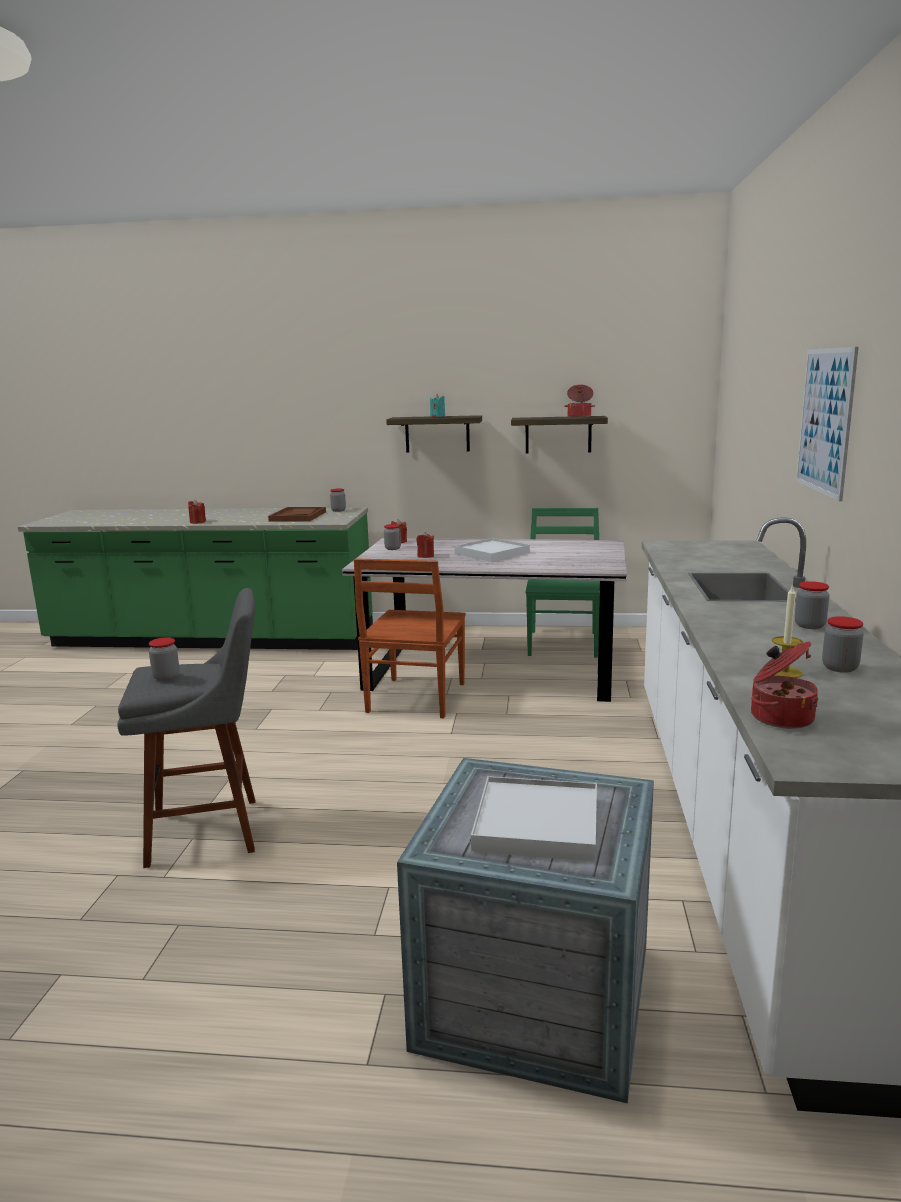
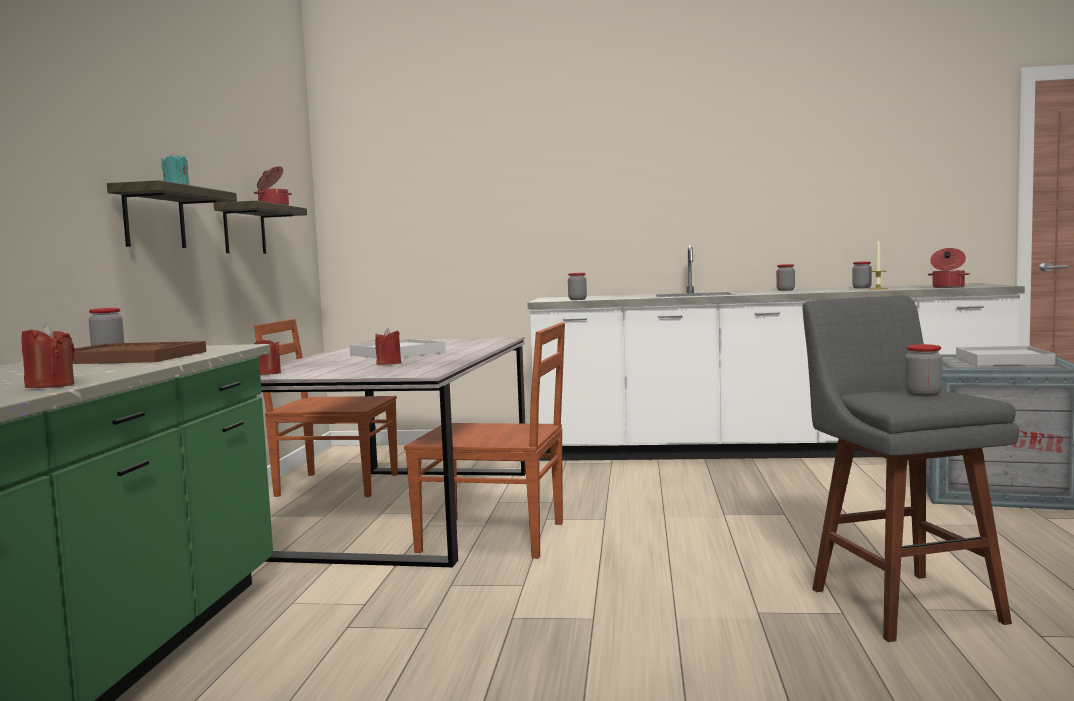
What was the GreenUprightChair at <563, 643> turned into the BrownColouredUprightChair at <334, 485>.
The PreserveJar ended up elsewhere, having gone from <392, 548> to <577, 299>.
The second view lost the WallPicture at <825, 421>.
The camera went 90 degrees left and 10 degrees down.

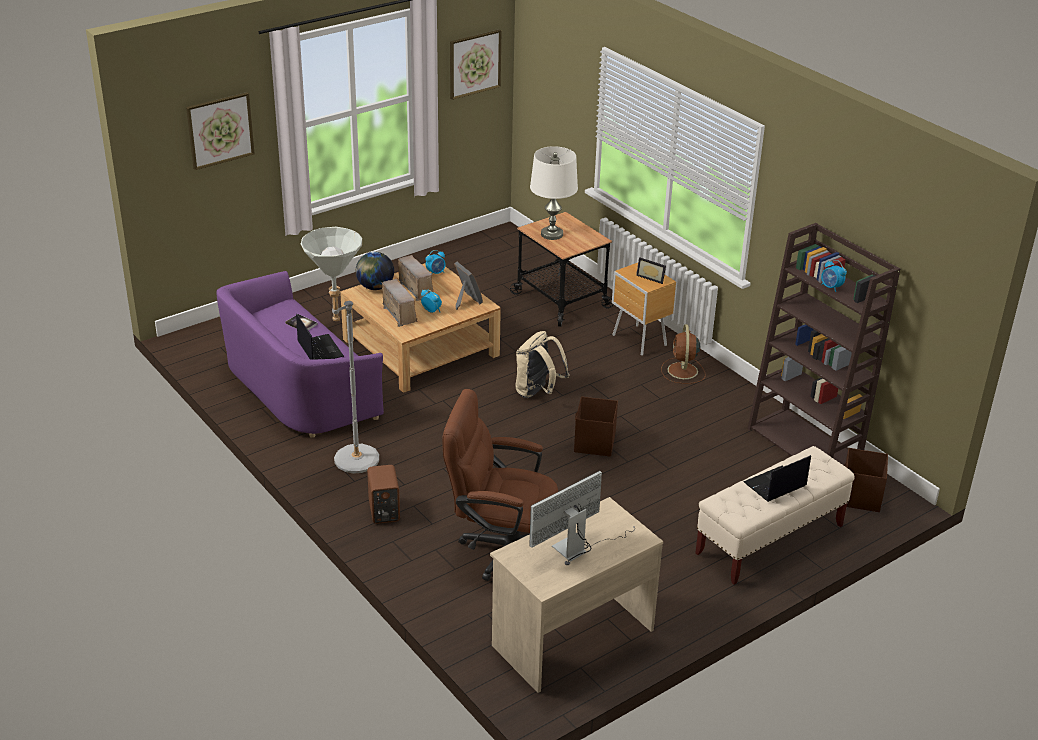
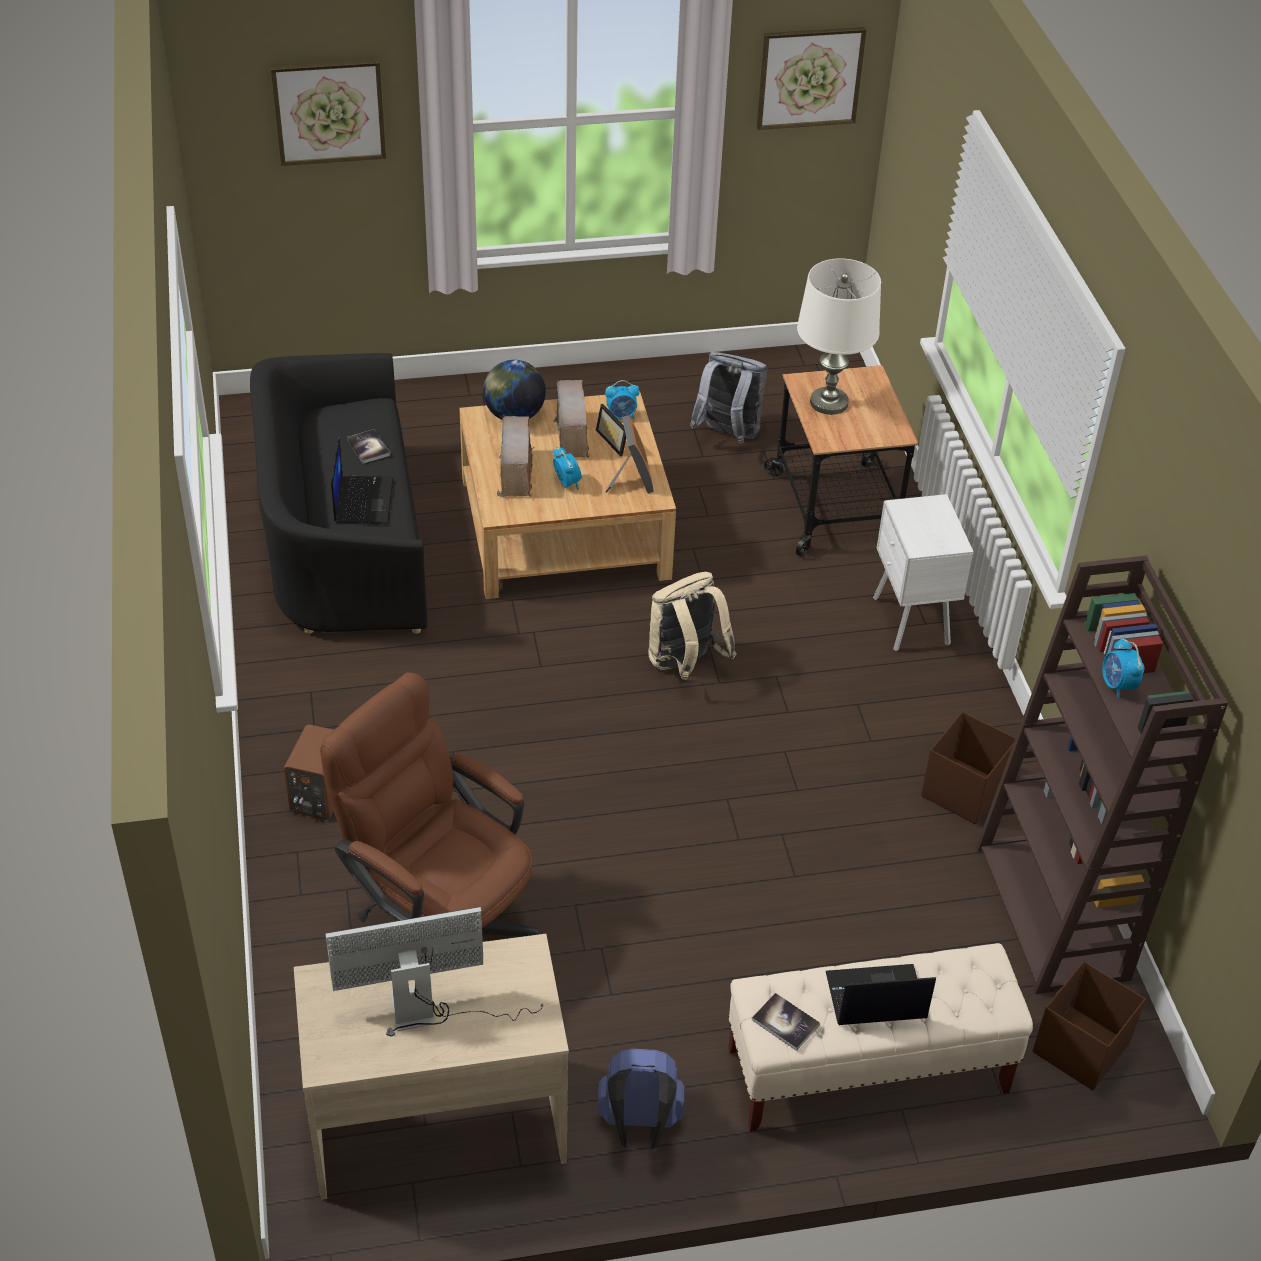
What was the PurpleSofa at <297, 388> turned into the BlackColouredSofa at <343, 542>.
The StandingFrame ended up elsewhere, having gone from <651, 277> to <615, 440>.
The second view gained the BlueKnapsack at <639, 1127>.
The second view gained the GrayKnapsack at <727, 435>.
The second view gained the Volume at <785, 1022>.
What was the BrownColouredNightTable at <639, 341> turned into the WhiteNightTable at <910, 623>.
The BrownColouredStorageBin ended up elsewhere, having gone from <594, 443> to <962, 791>.
The second view lost the GrayFloorLamp at <348, 463>.
The second view lost the BrownColouredElectricFan at <682, 371>.
The camera went 25 degrees right and 10 degrees up.

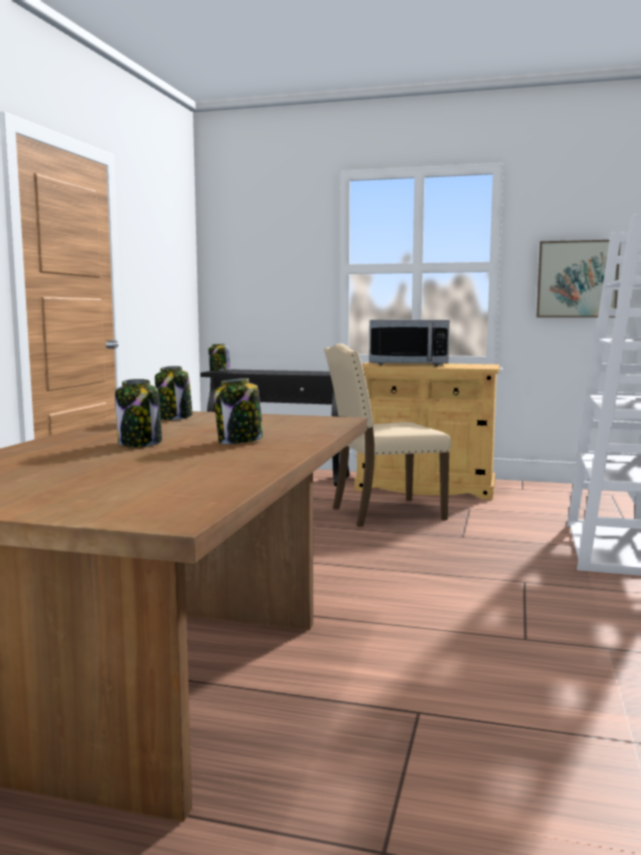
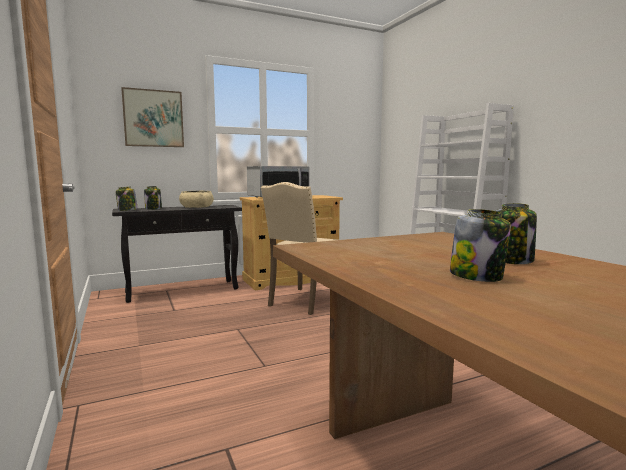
The WallPicture ended up elsewhere, having gone from <577, 279> to <153, 118>.
The PreserveJar ended up elsewhere, having gone from <175, 417> to <153, 209>.
The second view gained the BeigeServingBowl at <197, 207>.
The camera went 40 degrees left and 0 degrees up.

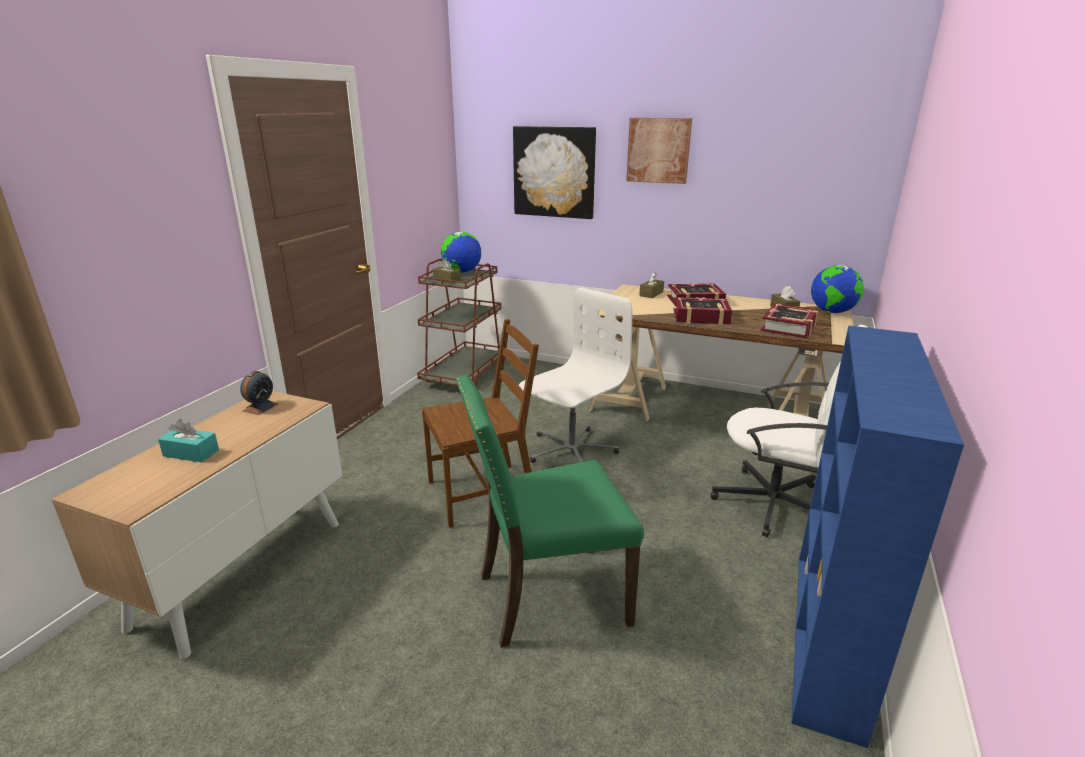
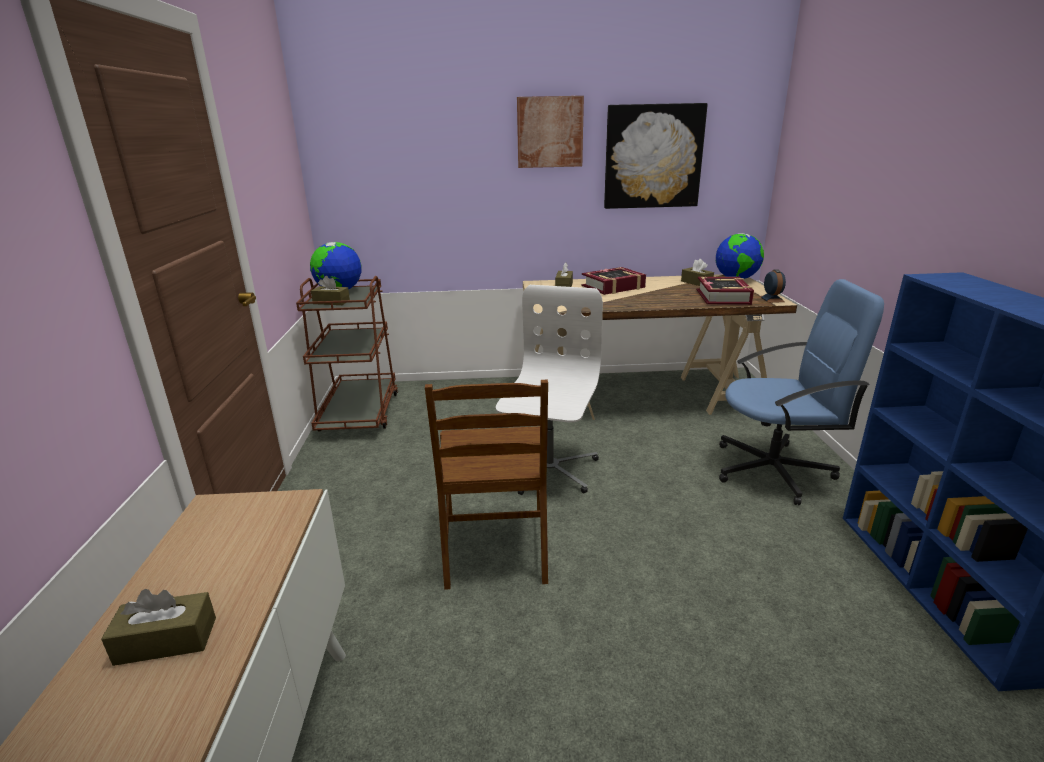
What was the TurquoiseBoxOfTissues at <191, 453> turned into the BrownColouredBoxOfTissues at <166, 641>.
The BrownColouredUprightChair at <482, 492> ended up facing another way, 135 degrees clockwise from before.
The WallPicture ended up elsewhere, having gone from <554, 172> to <653, 157>.
What was the WhiteDeskChair at <774, 504> turned into the BlueDeskChair at <774, 470>.
The TableClock ended up elsewhere, having gone from <260, 407> to <771, 299>.
The second view lost the GreenUprightChair at <548, 597>.
The second view lost the Volume at <701, 317>.
The camera went 25 degrees left and 0 degrees up.

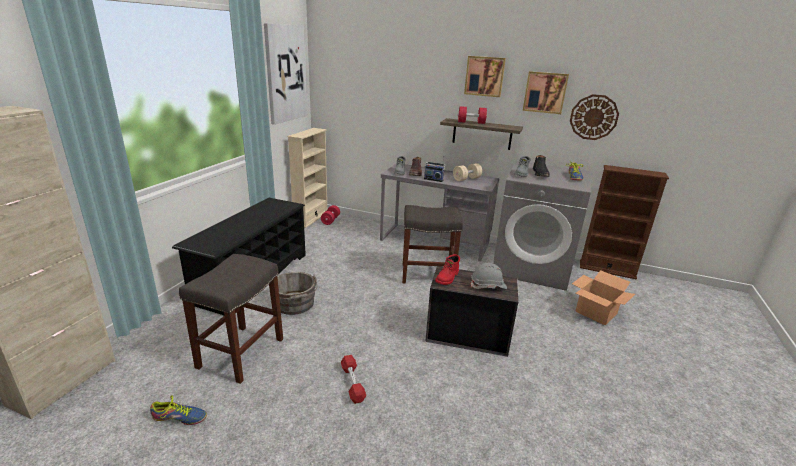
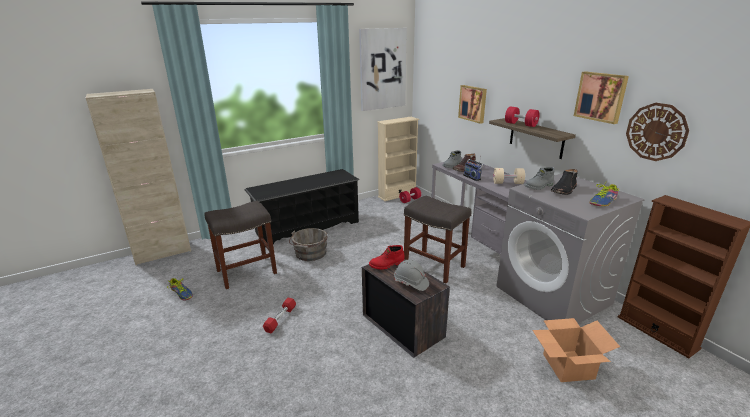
The WallPicture ended up elsewhere, having gone from <484, 76> to <473, 103>.
The camera went 40 degrees right and 0 degrees up.

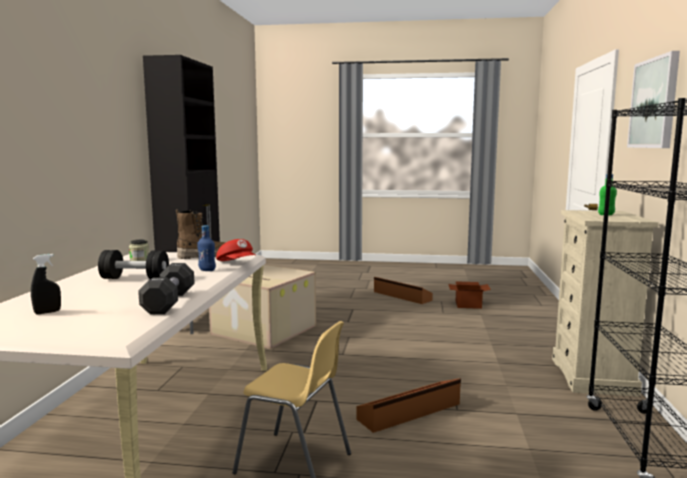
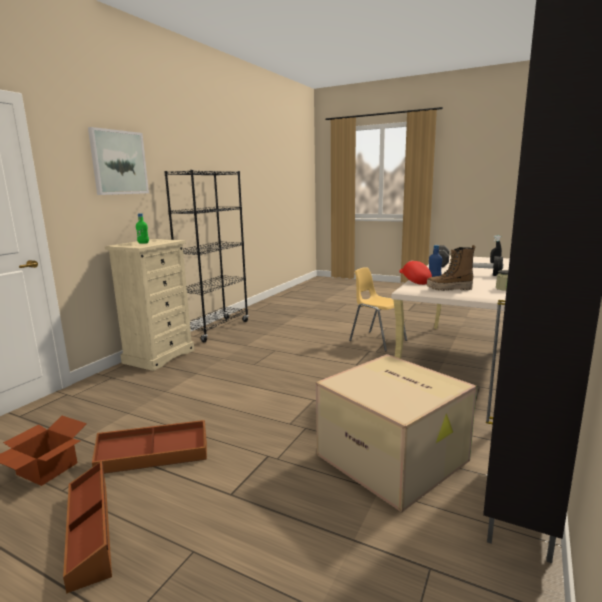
The BrownColouredStorageBin ended up elsewhere, having gone from <410, 412> to <153, 457>.
The camera went 160 degrees left and 5 degrees up.

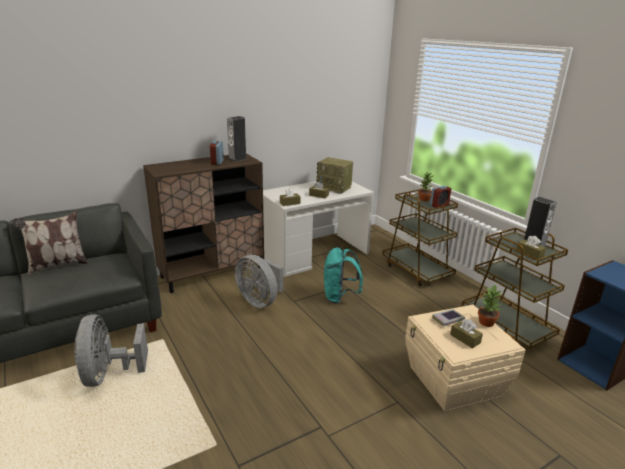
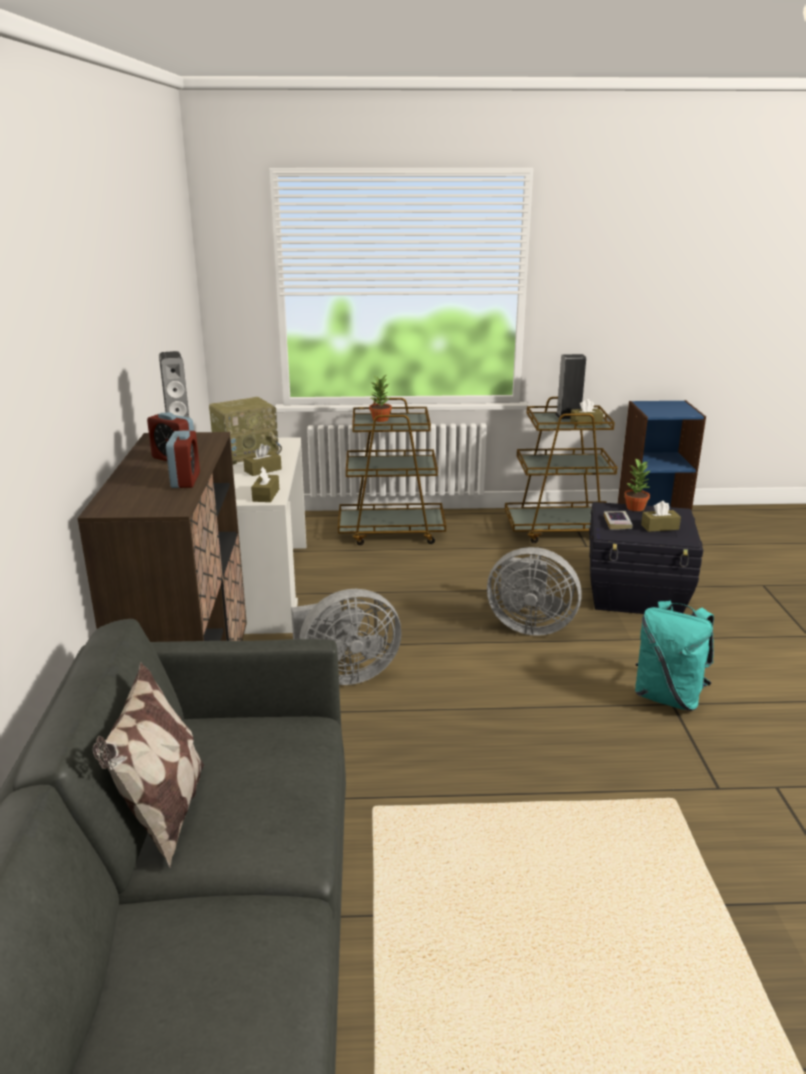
The TableClock ended up elsewhere, having gone from <439, 205> to <185, 480>.
The GrayElectricFan ended up elsewhere, having gone from <109, 374> to <529, 626>.
What was the BeigeStorageBin at <454, 382> turned into the BlackColouredStorageBin at <636, 594>.
The TurquoiseKnapsack ended up elsewhere, having gone from <340, 297> to <668, 697>.
The camera went 60 degrees left and 0 degrees up.

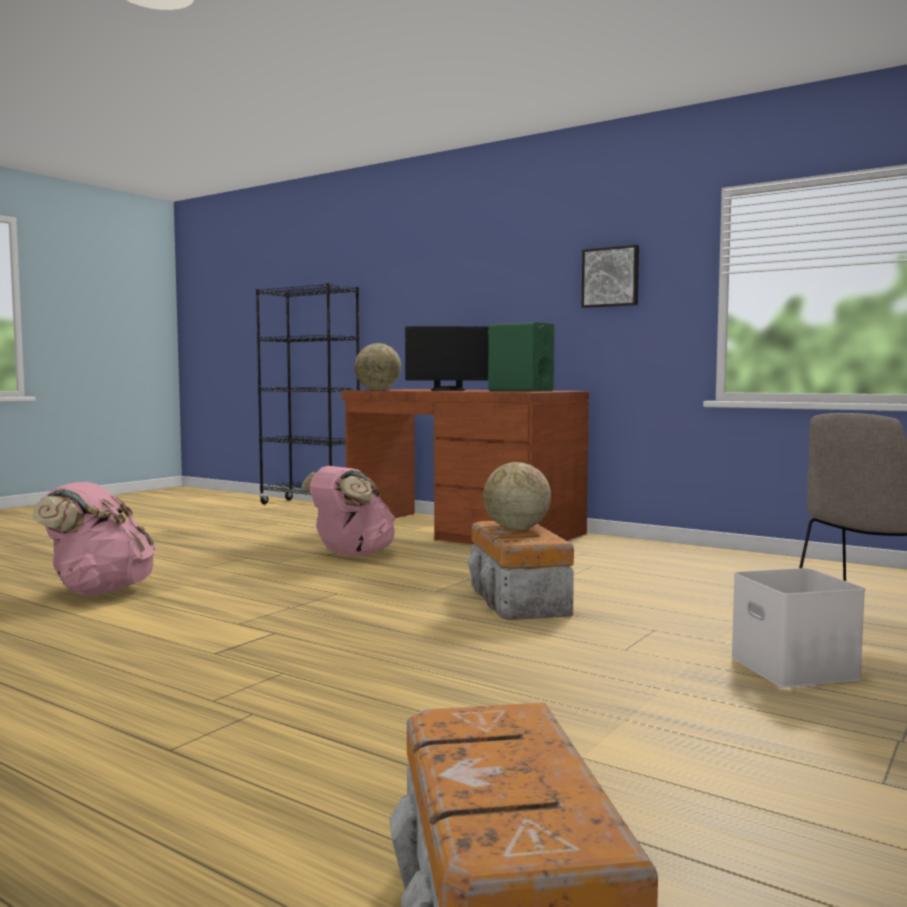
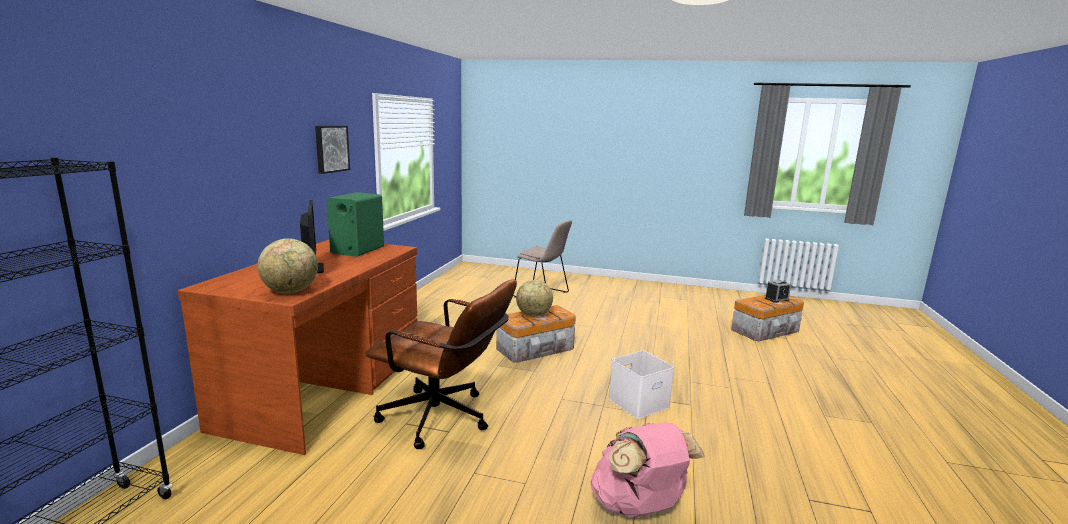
Where the PinkKnapsack stood at <352, 555>, the BrownColouredDeskChair came to stand at <444, 420>.
The WhiteStorageBin ended up elsewhere, having gone from <790, 667> to <638, 403>.
The second view gained the TableClock at <776, 299>.
The camera went 110 degrees left and 10 degrees up.

